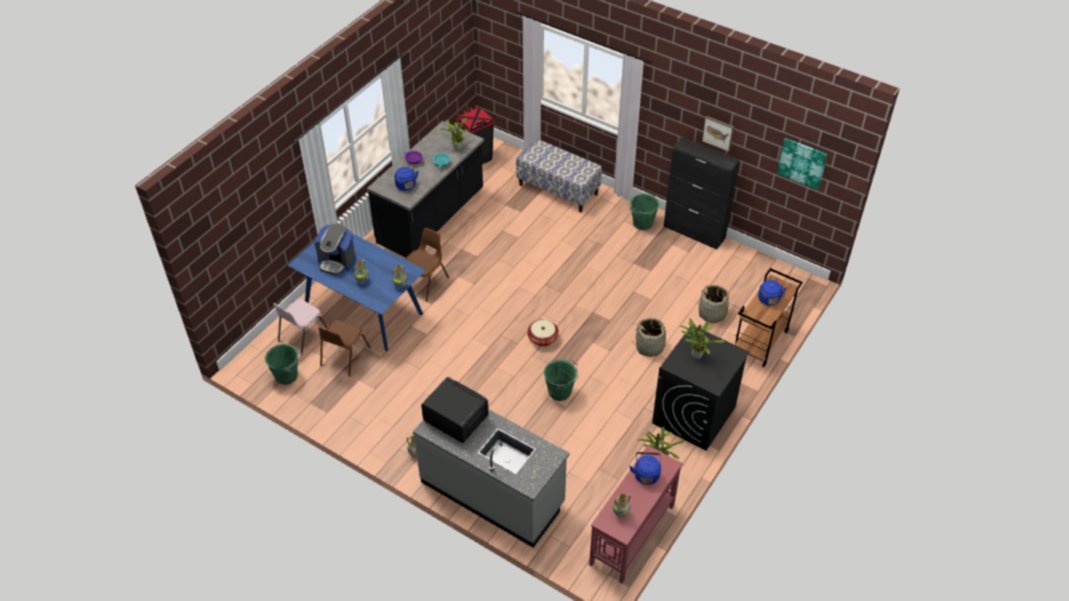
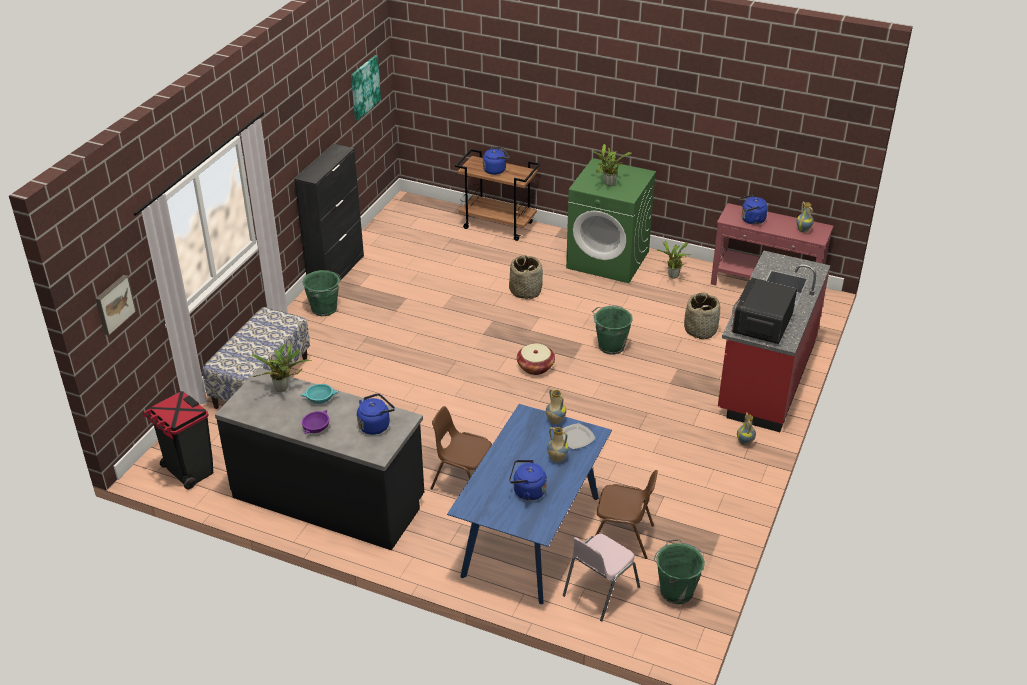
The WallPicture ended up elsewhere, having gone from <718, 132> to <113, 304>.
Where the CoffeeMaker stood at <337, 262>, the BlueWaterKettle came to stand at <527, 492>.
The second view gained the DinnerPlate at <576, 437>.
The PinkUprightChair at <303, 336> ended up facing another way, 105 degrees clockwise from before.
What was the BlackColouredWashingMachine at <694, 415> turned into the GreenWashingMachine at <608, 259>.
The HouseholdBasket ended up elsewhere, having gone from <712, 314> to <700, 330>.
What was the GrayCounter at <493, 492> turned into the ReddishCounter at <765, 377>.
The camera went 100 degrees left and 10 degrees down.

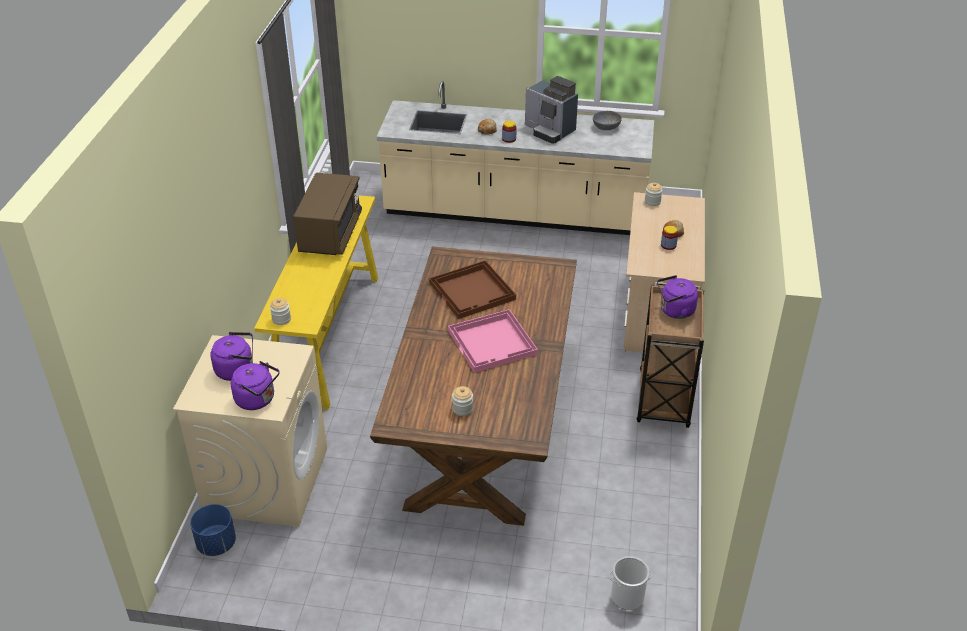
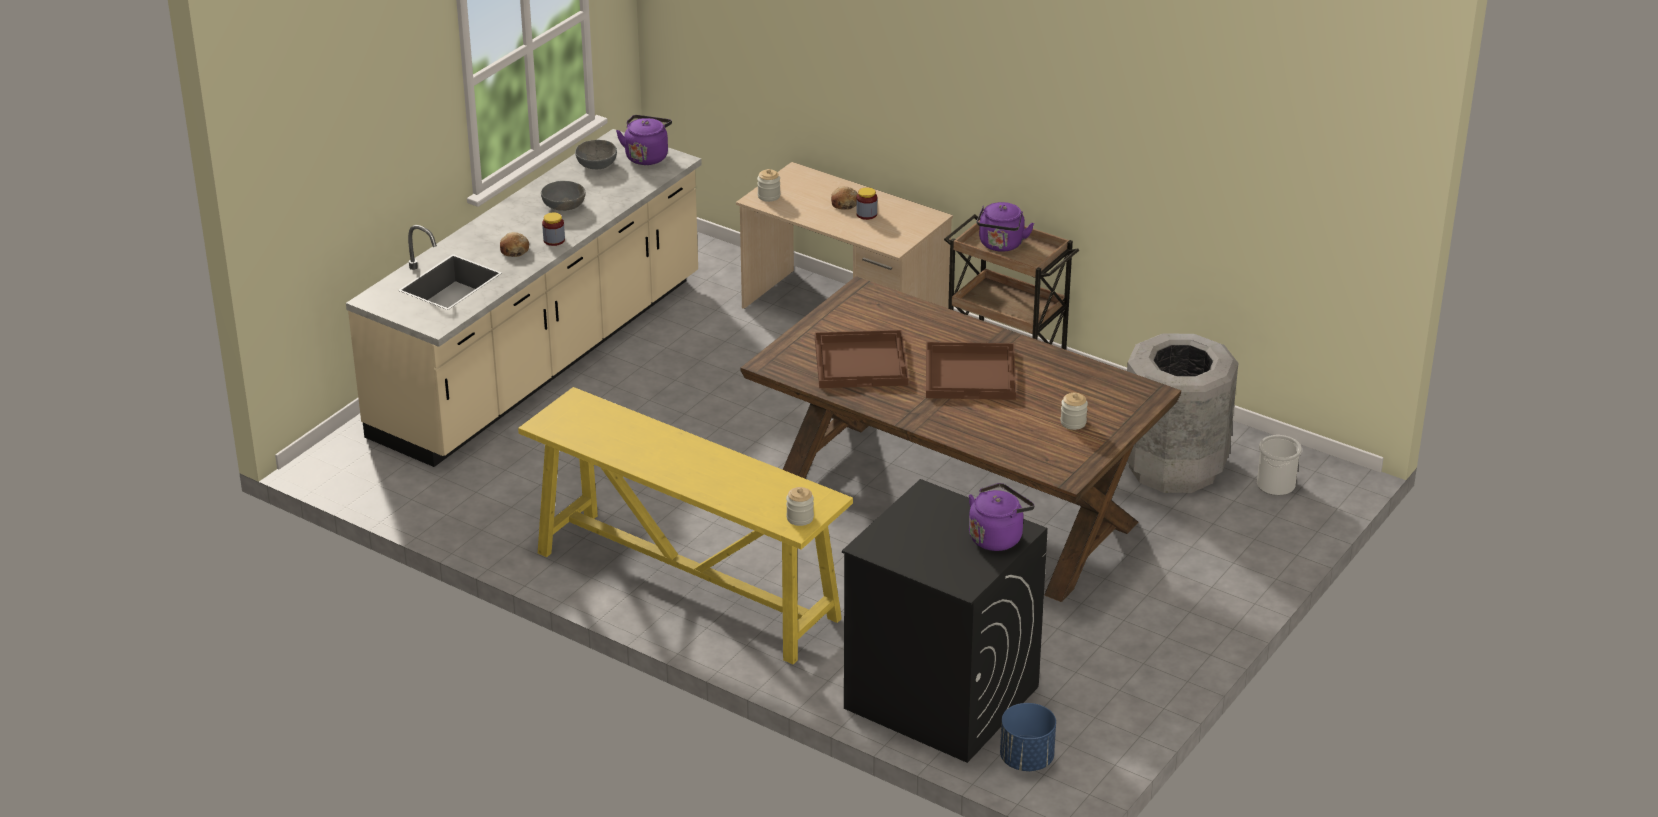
Where the CoffeeMaker stood at <550, 131>, the GrayServingBowl came to stand at <564, 206>.
The PurpleWaterKettle ended up elsewhere, having gone from <237, 370> to <647, 156>.
What was the BeigeWashingMachine at <266, 480> turned into the BlackColouredWashingMachine at <939, 697>.
What was the PinkCarryingTray at <493, 342> turned into the BrownColouredCarryingTray at <971, 373>.
The second view gained the GrayRubbishBin at <1174, 467>.
The second view lost the BrownColouredMicrowave at <330, 233>.
The camera went 65 degrees left and 5 degrees down.

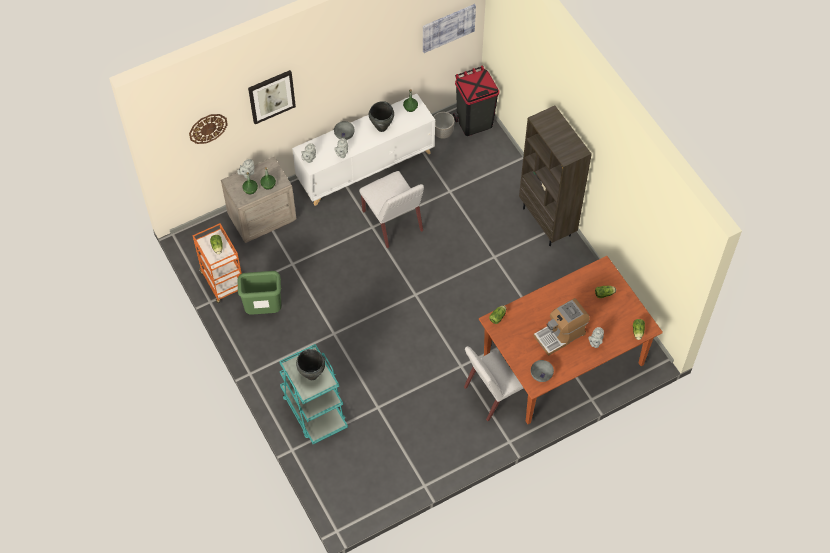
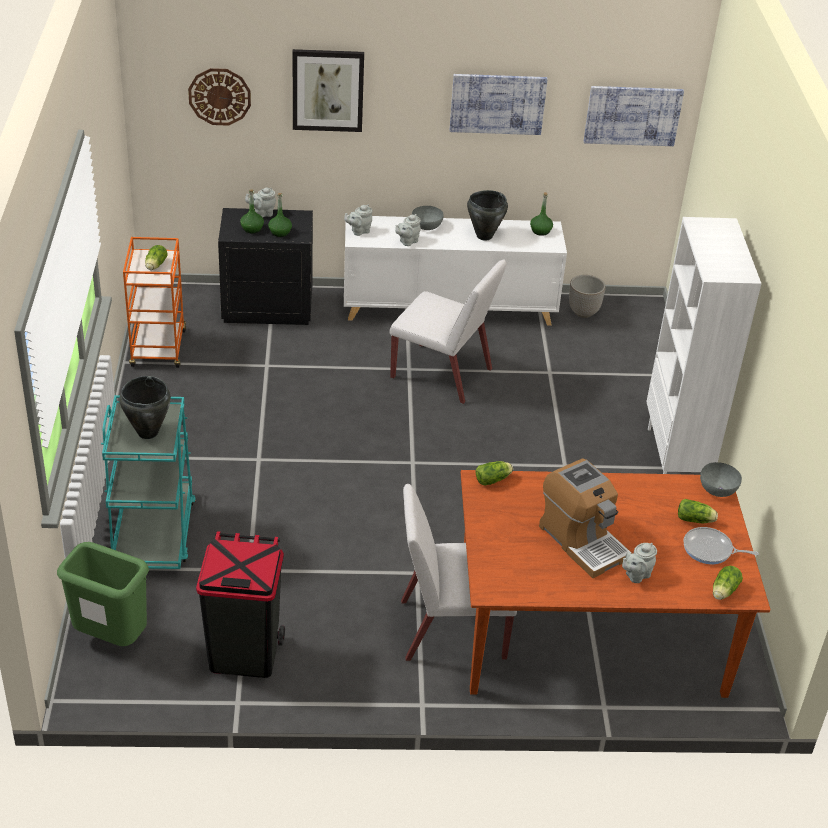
The GreenRubbishBin ended up elsewhere, having gone from <264, 309> to <112, 639>.
The BlackColouredRubbishBin ended up elsewhere, having gone from <474, 122> to <243, 654>.
What was the BeigeNightTable at <262, 217> turned into the BlackColouredNightTable at <267, 307>.
The WhiteUprightChair at <393, 222> ended up facing another way, 60 degrees counterclockwise from before.
The second view gained the WallPicture at <497, 103>.
The CoffeeMaker at <560, 334> ended up facing another way, 120 degrees counterclockwise from before.
What was the BrownColouredShelvingUnit at <547, 222> turned into the WhiteShelvingUnit at <676, 457>.
The second view gained the FryingPan at <710, 550>.
The GrayServingBowl ended up elsewhere, having gone from <541, 374> to <718, 489>.
The camera went 25 degrees right and 20 degrees down.

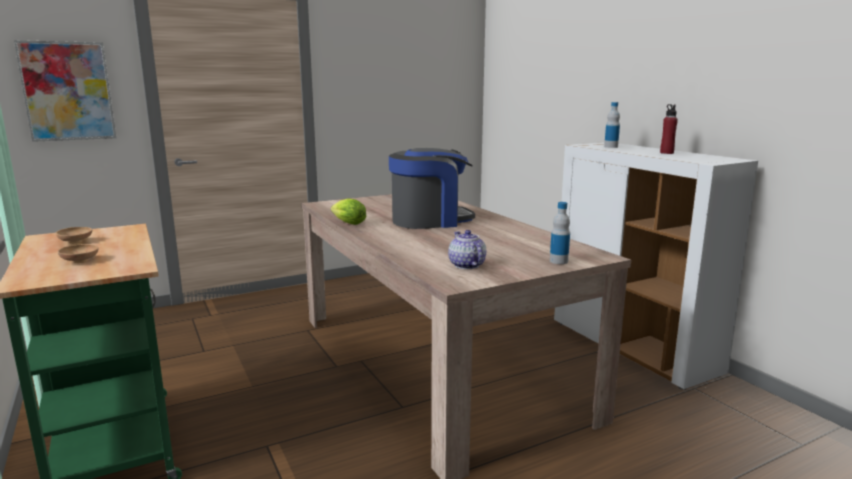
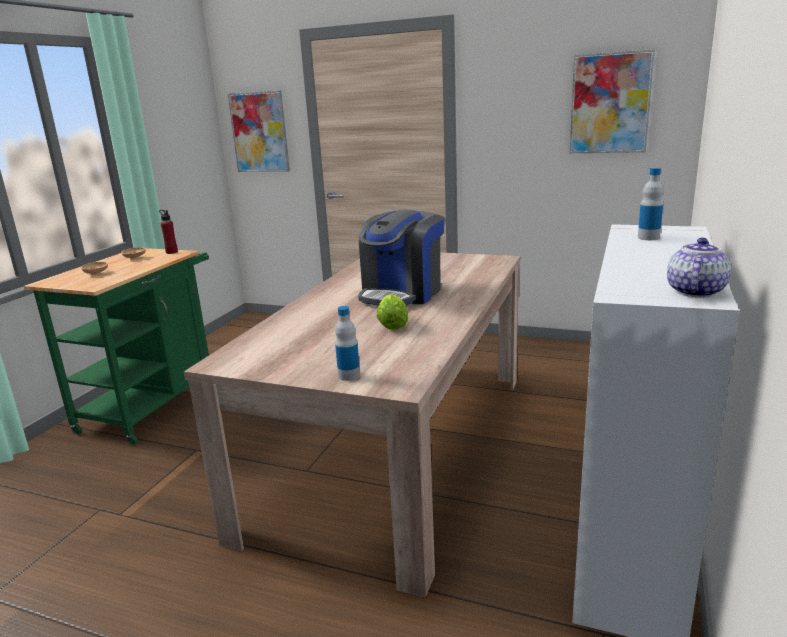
The ReddishBeverageBottle ended up elsewhere, having gone from <666, 153> to <171, 252>.
The CoffeeMaker at <430, 220> ended up facing another way, 90 degrees clockwise from before.
The Lettuce ended up elsewhere, having gone from <347, 223> to <392, 324>.
The second view gained the WallPicture at <610, 103>.
The Teapot ended up elsewhere, having gone from <466, 265> to <694, 291>.
The camera went 50 degrees right and 5 degrees up.

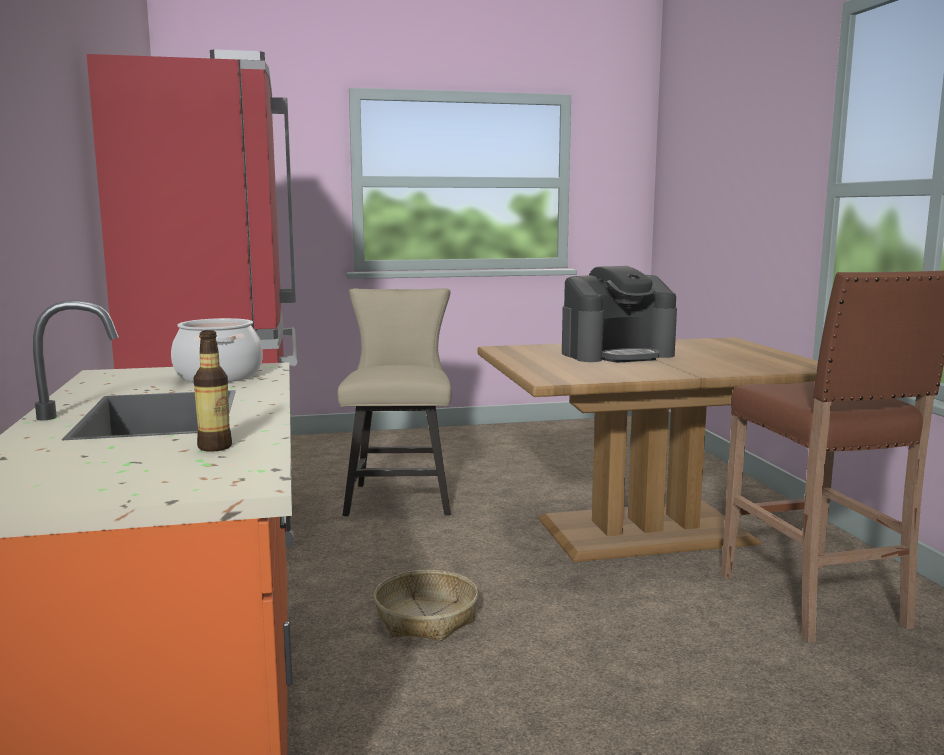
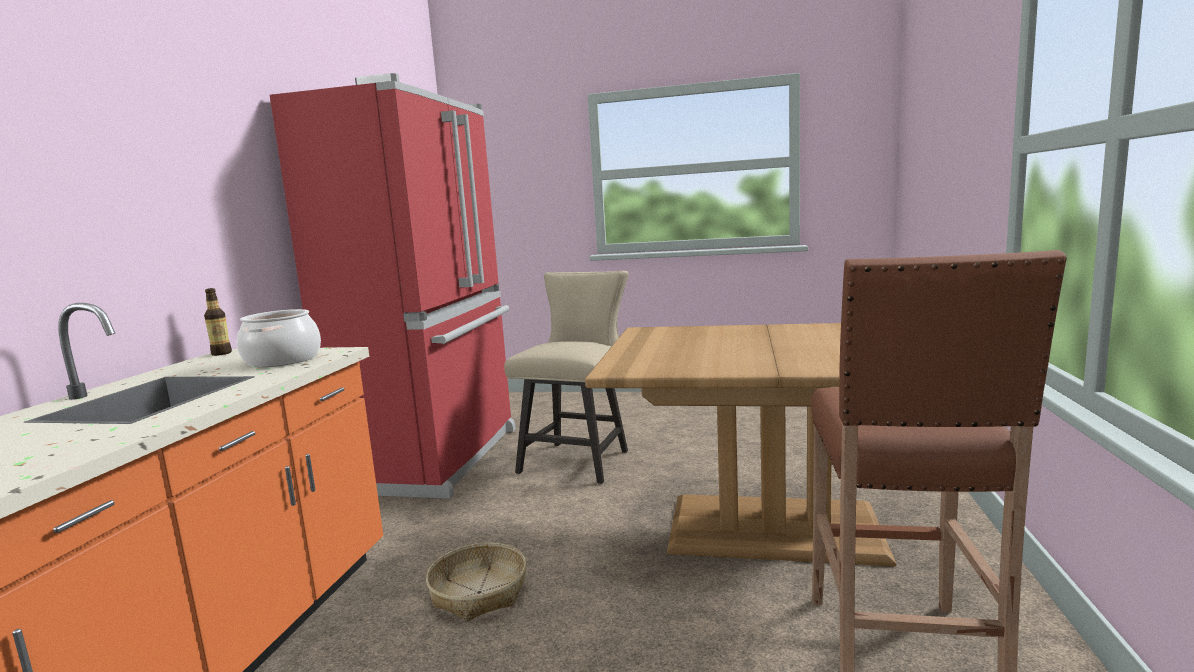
The BeverageBottle ended up elsewhere, having gone from <215, 447> to <221, 353>.
The second view lost the CoffeeMaker at <617, 354>.
The camera went 25 degrees right and 0 degrees up.

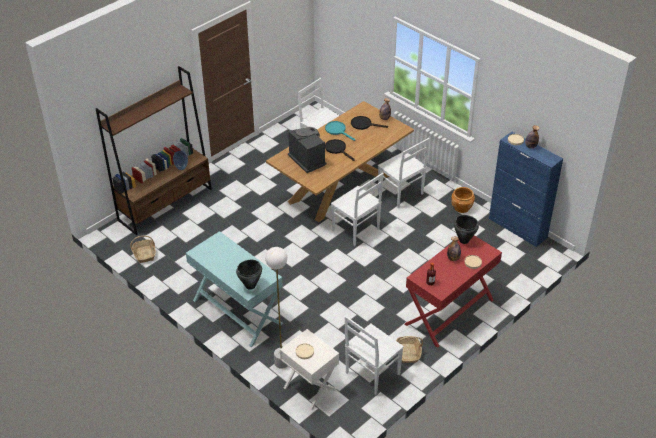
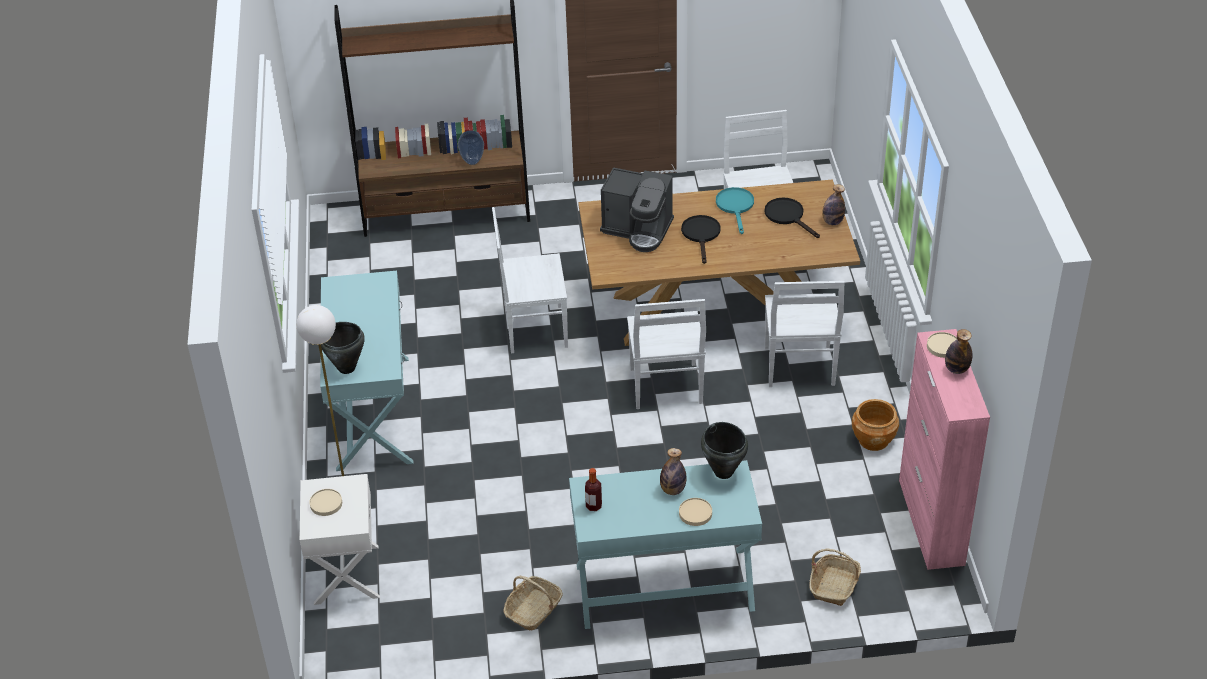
The WhiteUprightChair ended up elsewhere, having gone from <371, 374> to <533, 329>.
What was the ReddishHallTable at <449, 312> turned into the TurquoiseHallTable at <664, 588>.
The CoffeeMaker at <307, 160> ended up facing another way, 105 degrees clockwise from before.
The HouseholdBasket ended up elsewhere, having gone from <144, 254> to <834, 585>.
What was the BlueStorageCabinet at <518, 228> turned into the PinkStorageCabinet at <931, 522>.
The camera went 40 degrees right and 0 degrees up.

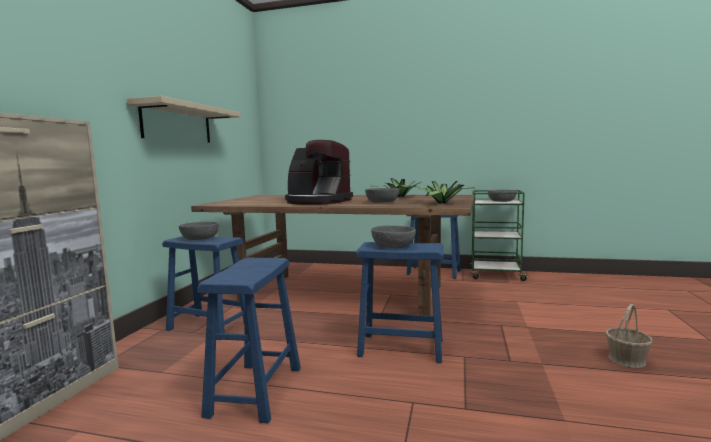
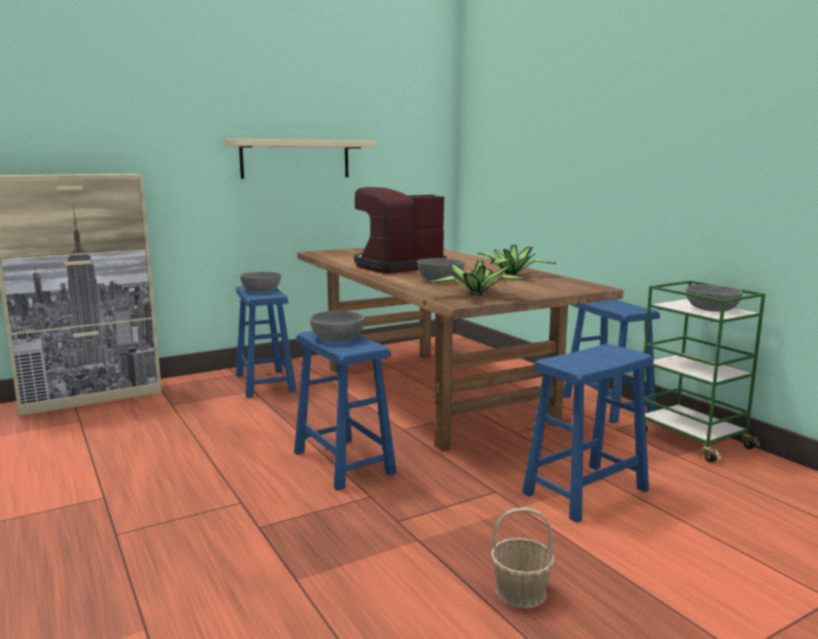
The CoffeeMaker at <317, 202> ended up facing another way, 75 degrees clockwise from before.
The BlueSittingStool ended up elsewhere, having gone from <256, 391> to <586, 492>.
The camera went 45 degrees right and 5 degrees up.

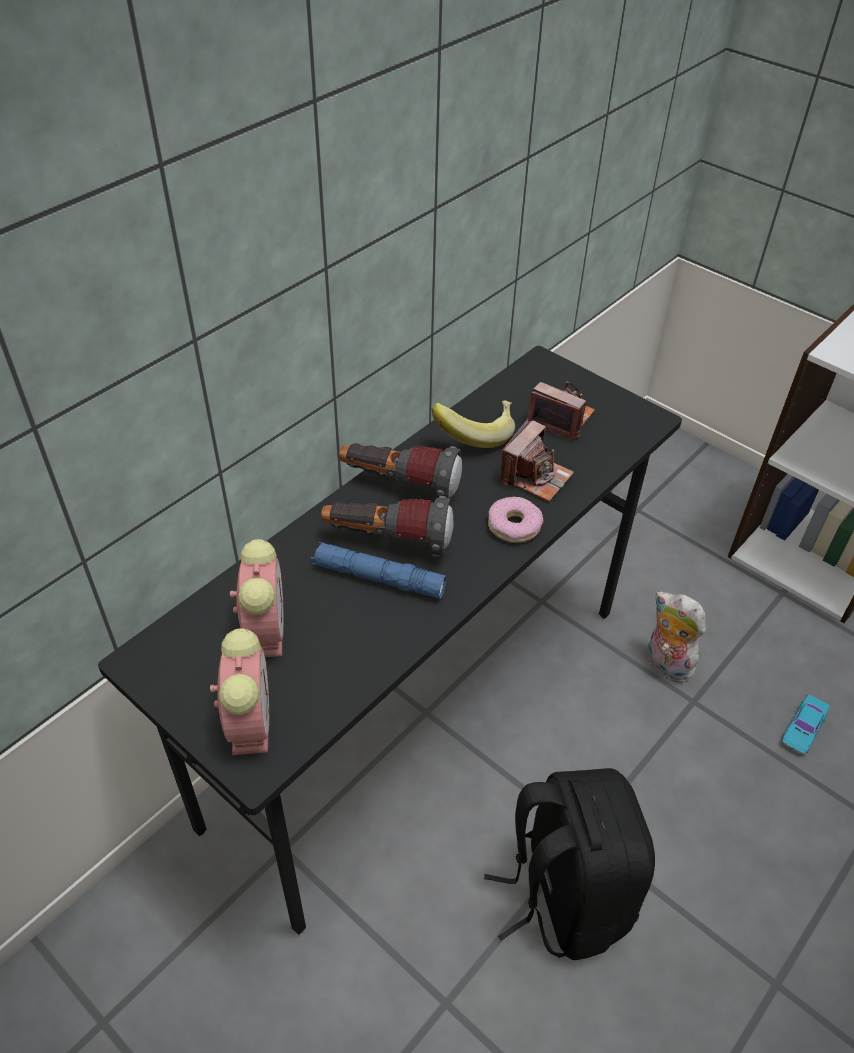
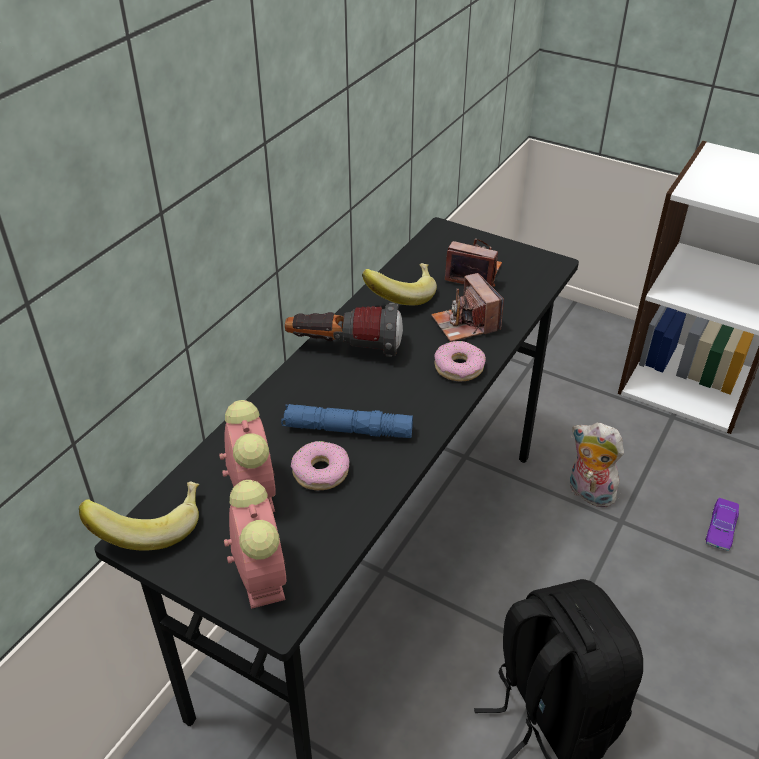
The second view gained the Banana at <151, 526>.
The second view gained the Doughnut at <321, 472>.
The PhotoCamera at <535, 476> ended up facing another way, 135 degrees clockwise from before.
What was the TurquoiseMiniatureCar at <803, 728> turned into the PurpleMiniatureCar at <721, 528>.
The second view lost the Flashlight at <387, 541>.
The camera went 10 degrees left and 5 degrees down.

